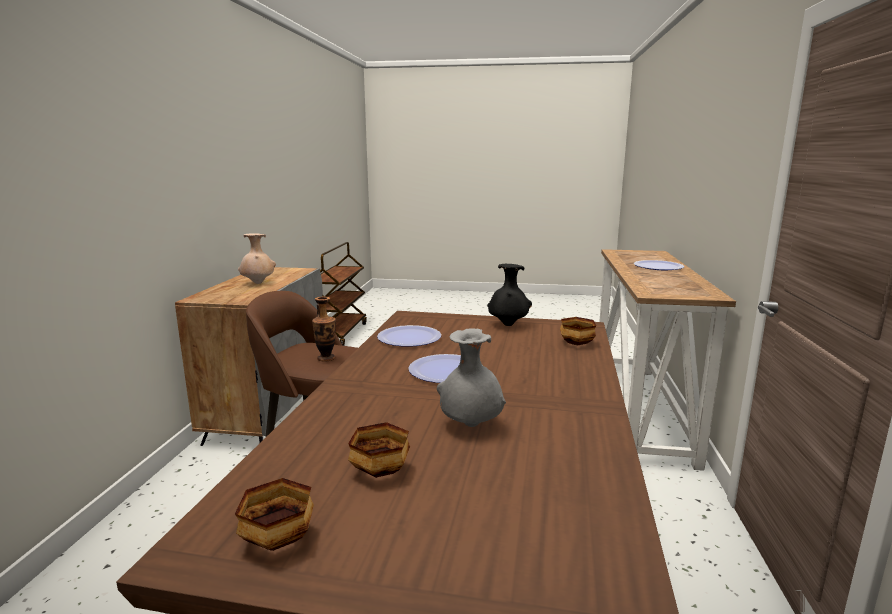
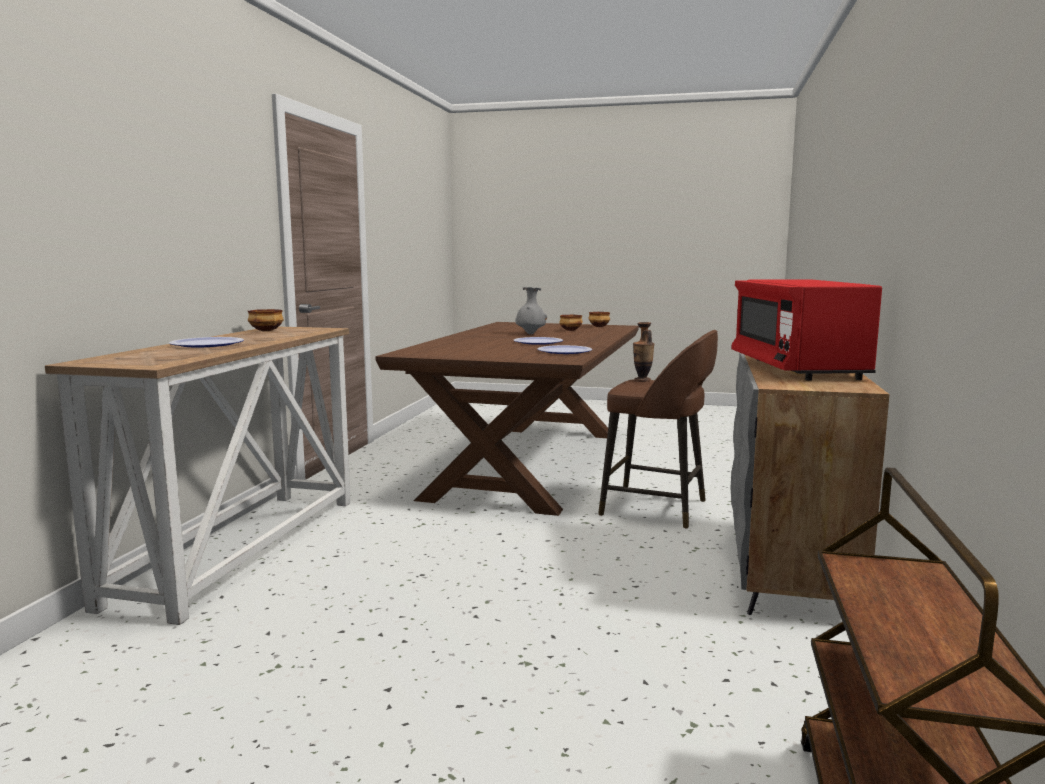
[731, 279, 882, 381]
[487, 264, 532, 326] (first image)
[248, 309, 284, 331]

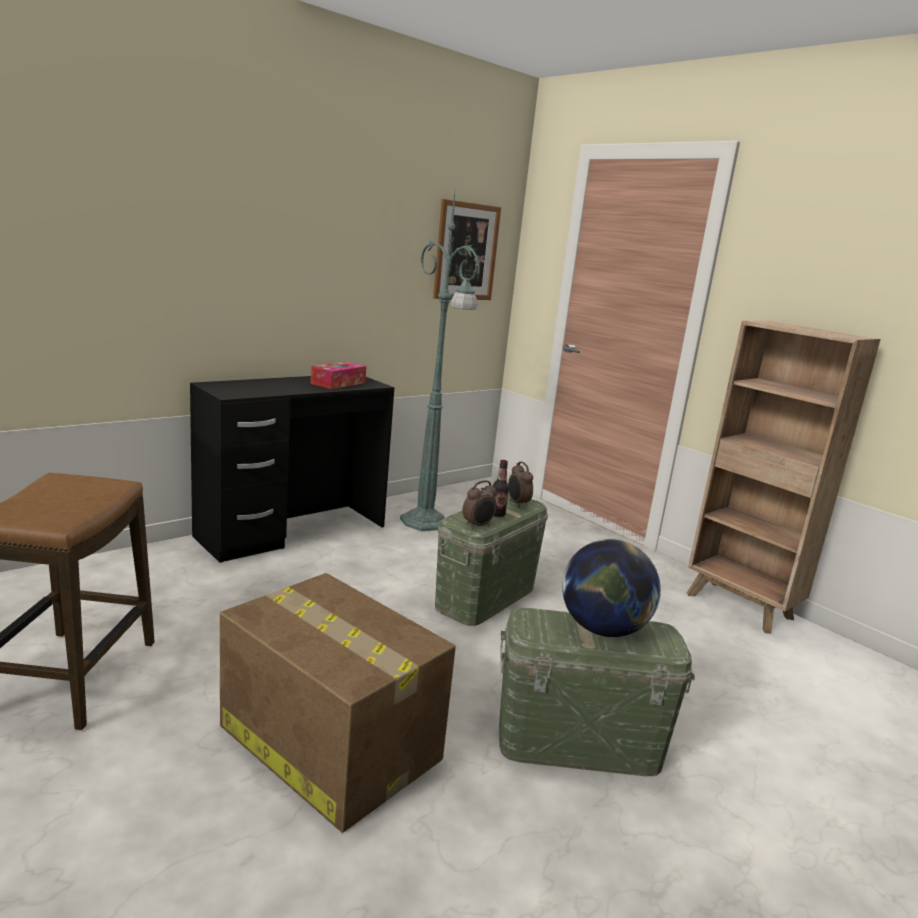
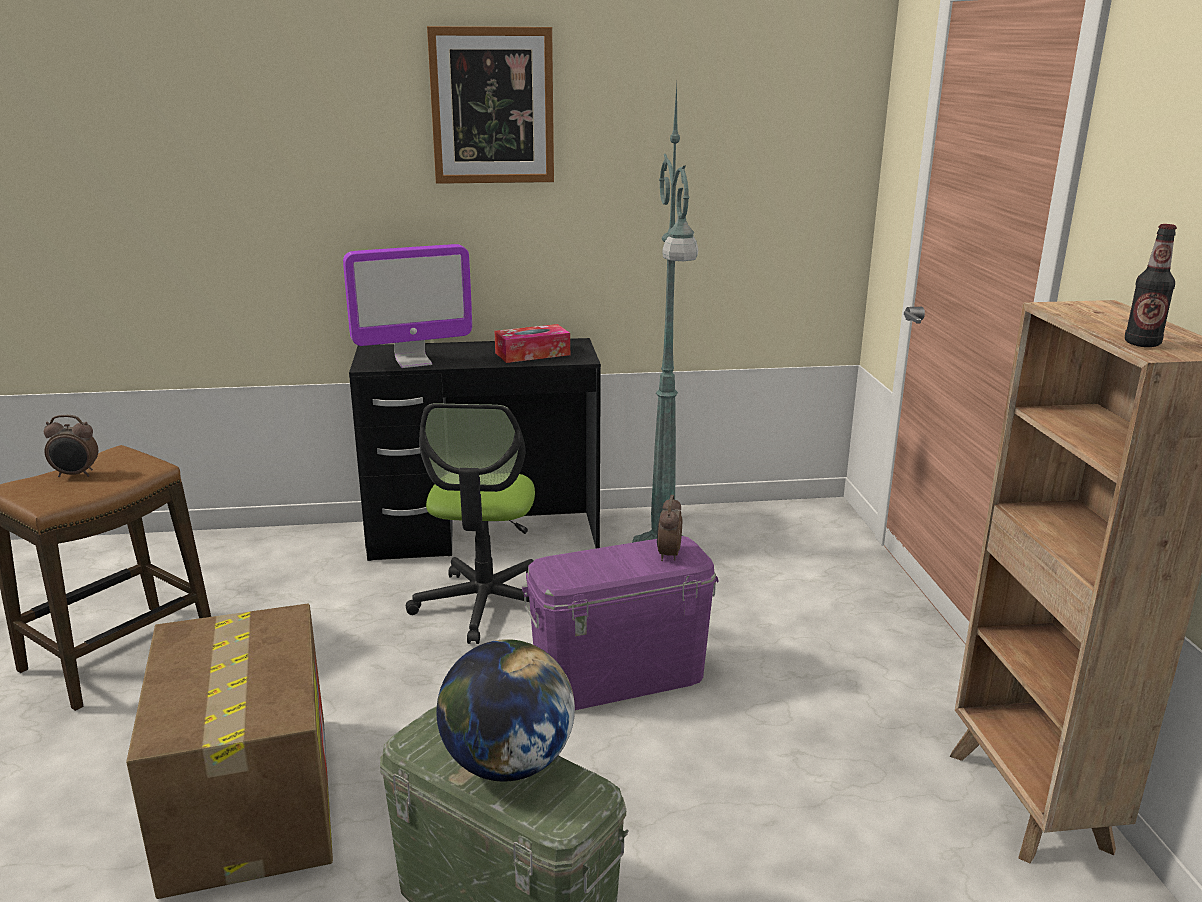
[427, 26, 554, 184]
[522, 536, 718, 710]
[44, 415, 98, 477]
[1125, 224, 1177, 347]
[343, 244, 472, 368]
[406, 404, 535, 644]

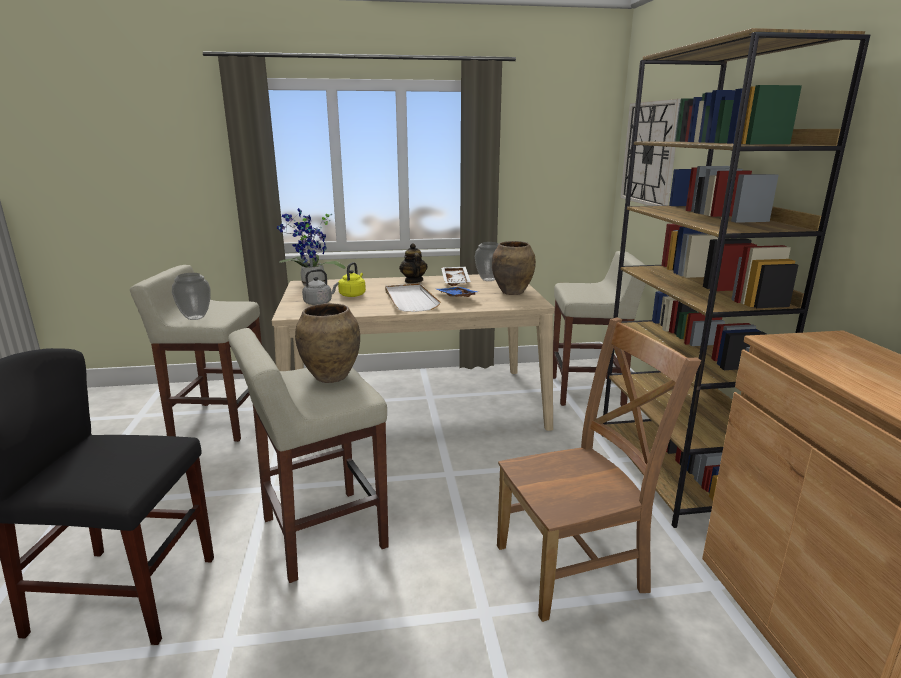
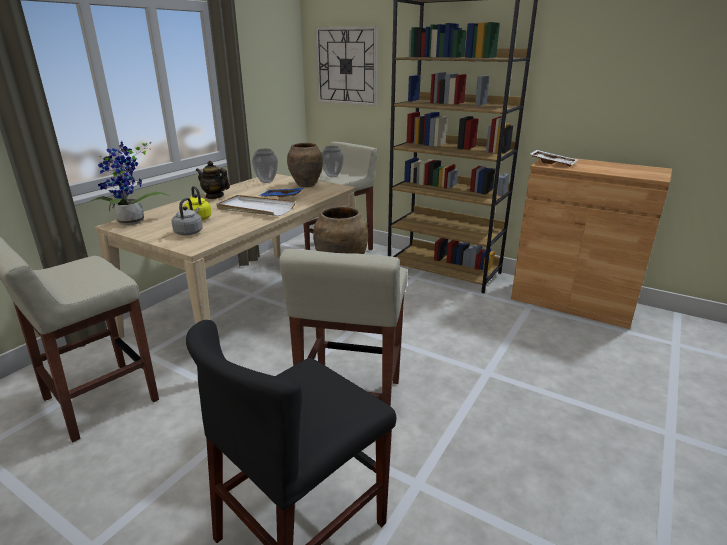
[322, 146, 344, 177]
[530, 150, 578, 167]
[497, 318, 701, 622] (first image)

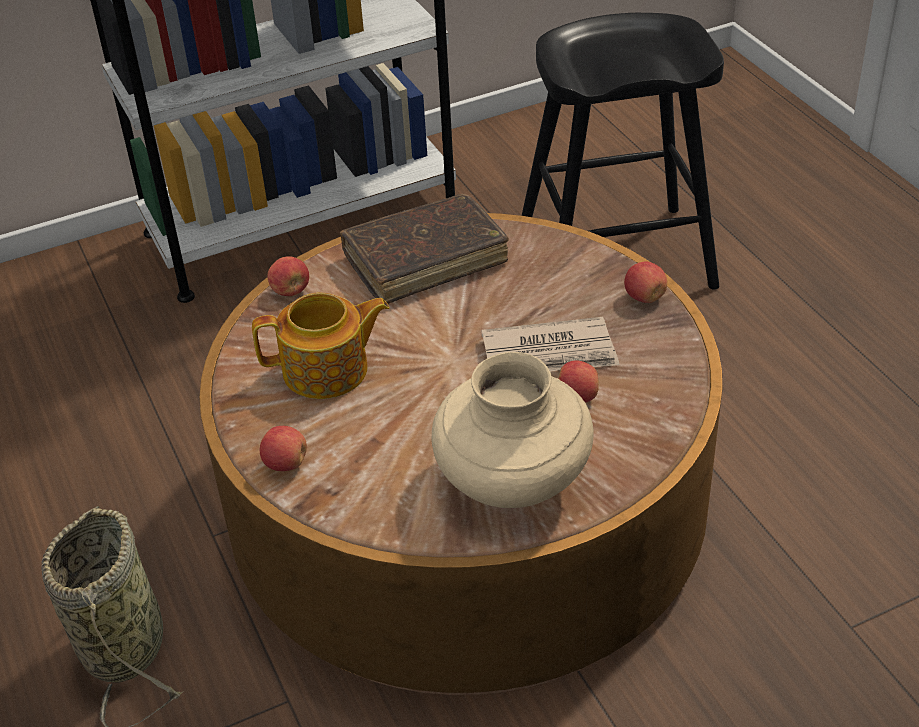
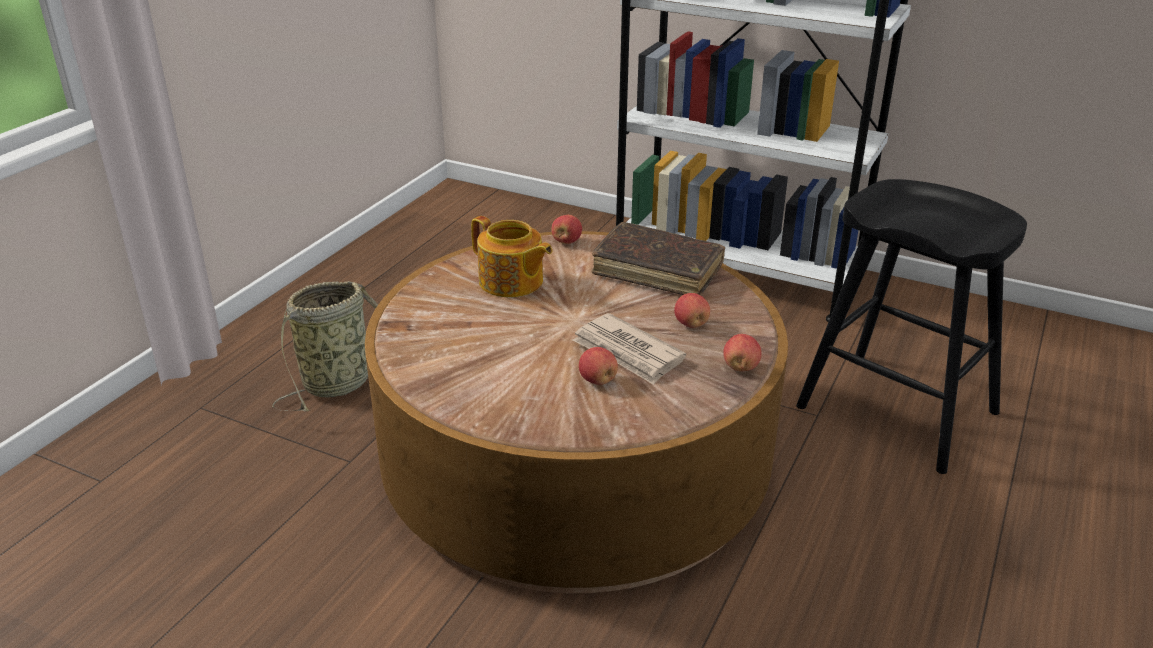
[674, 293, 710, 328]
[432, 352, 594, 508] (first image)

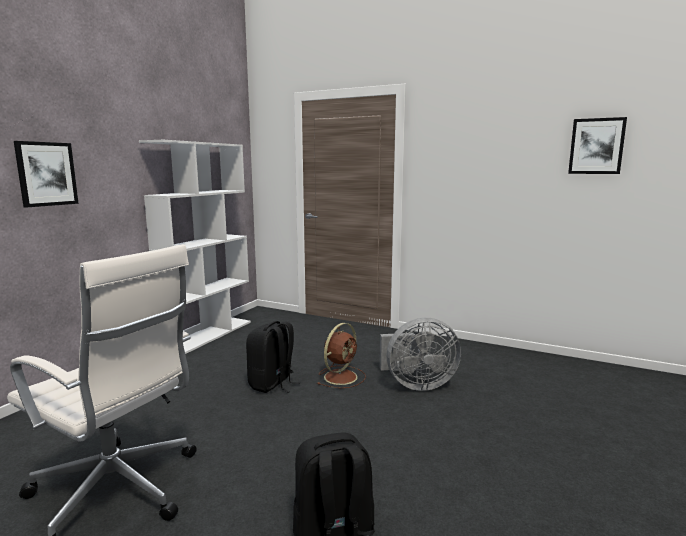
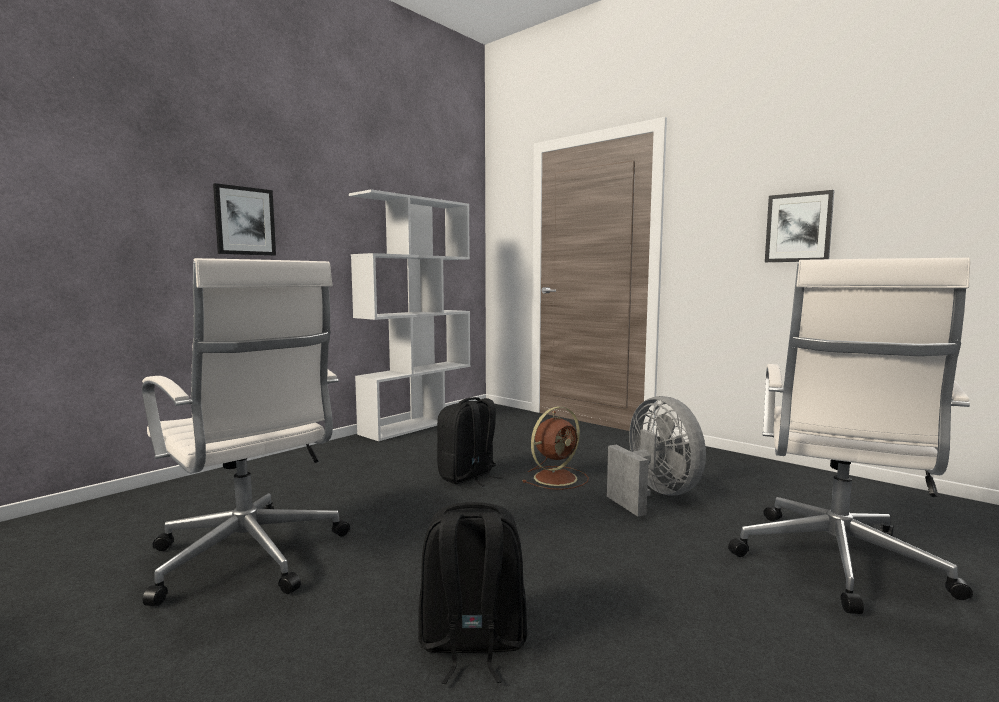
[607, 396, 706, 516]
[765, 190, 835, 262]
[728, 258, 973, 614]

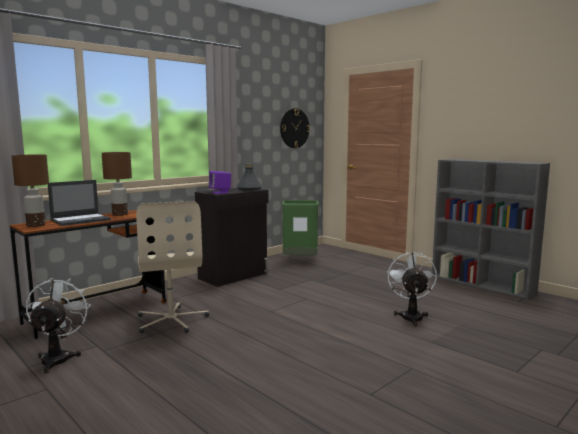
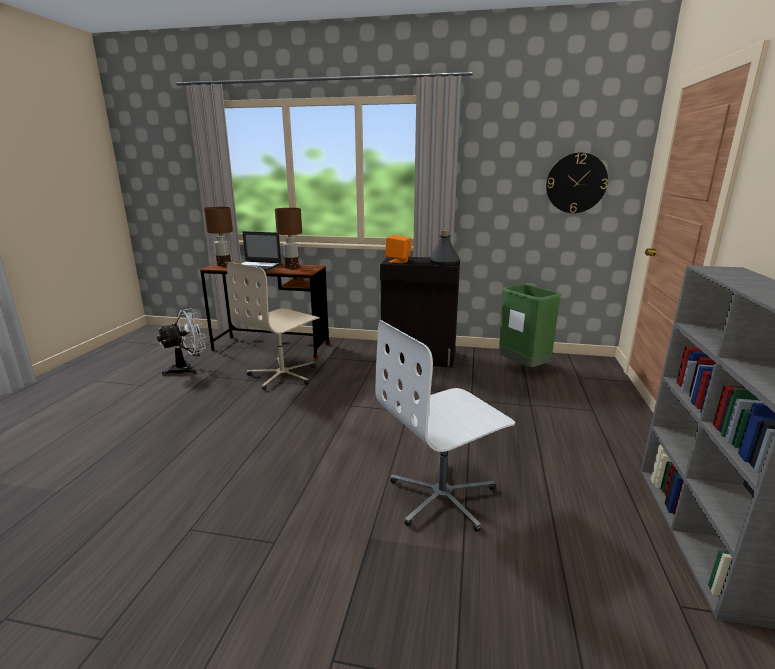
[385, 235, 412, 263]
[375, 320, 515, 532]

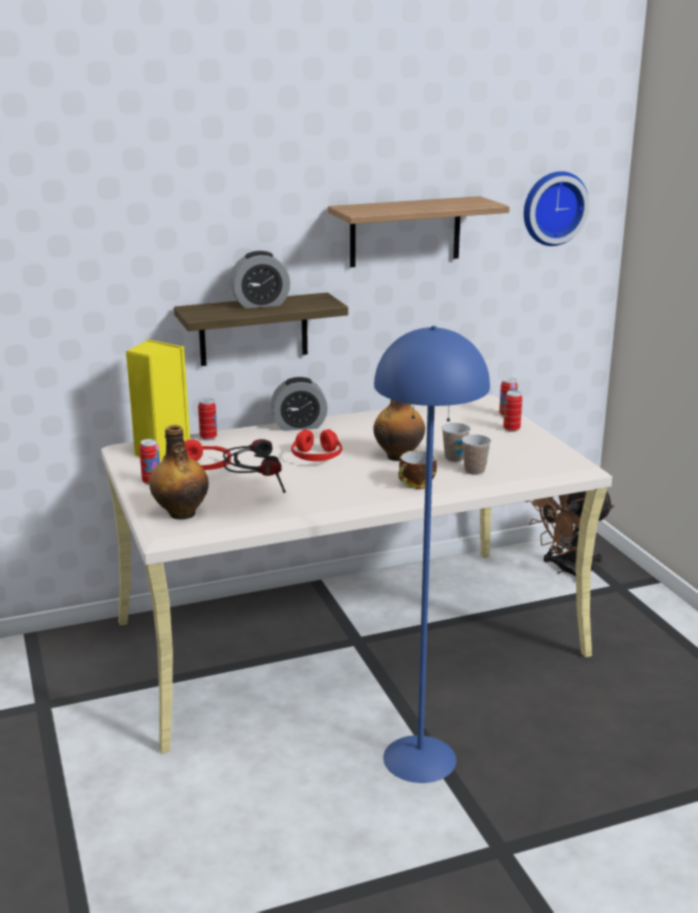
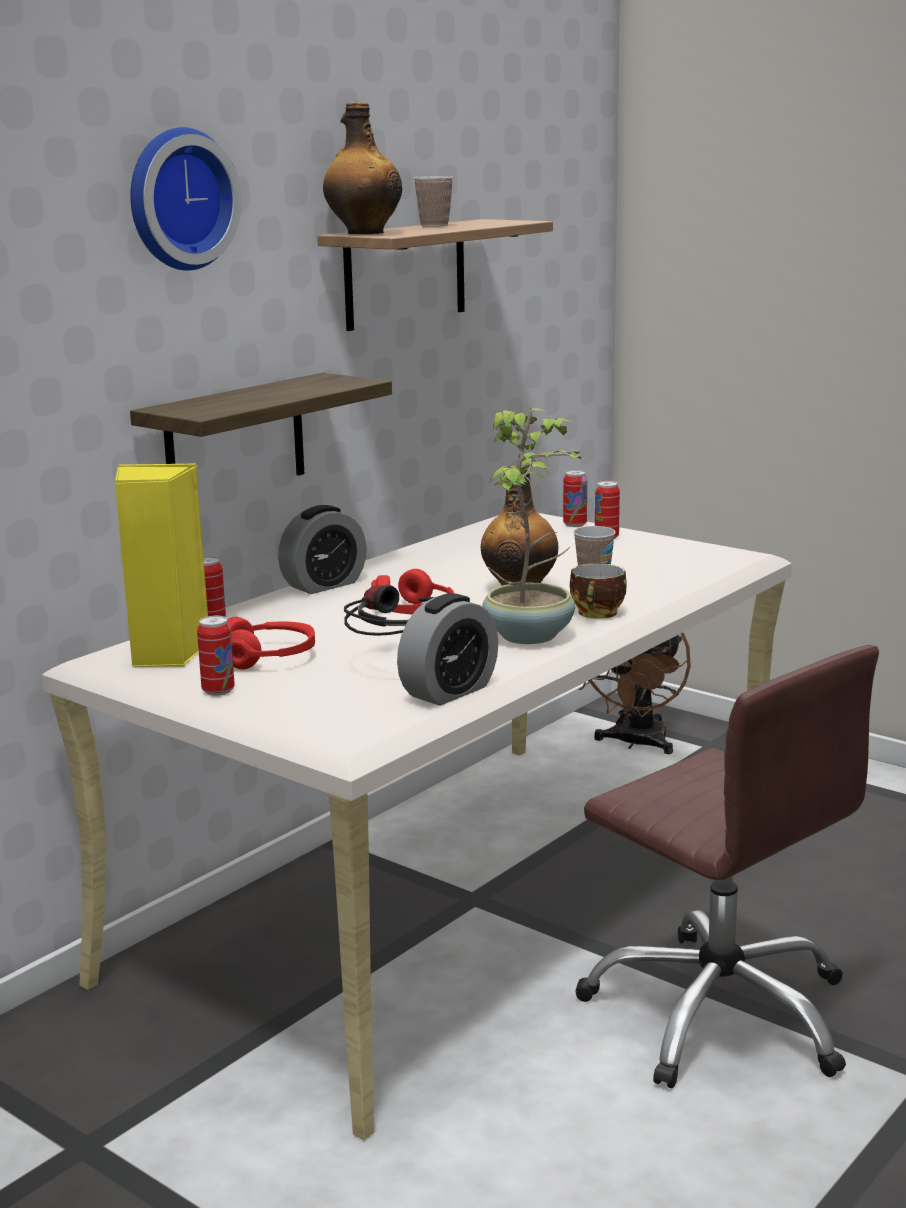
[323, 102, 402, 234]
[397, 593, 498, 706]
[575, 645, 879, 1088]
[413, 176, 454, 227]
[130, 127, 242, 271]
[482, 408, 586, 644]

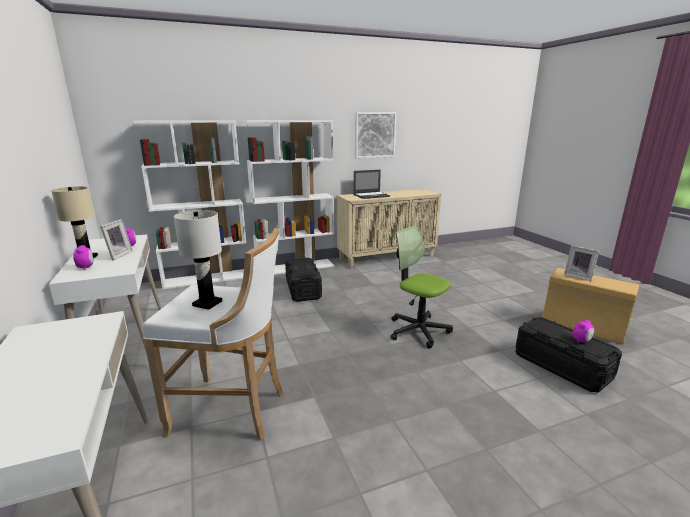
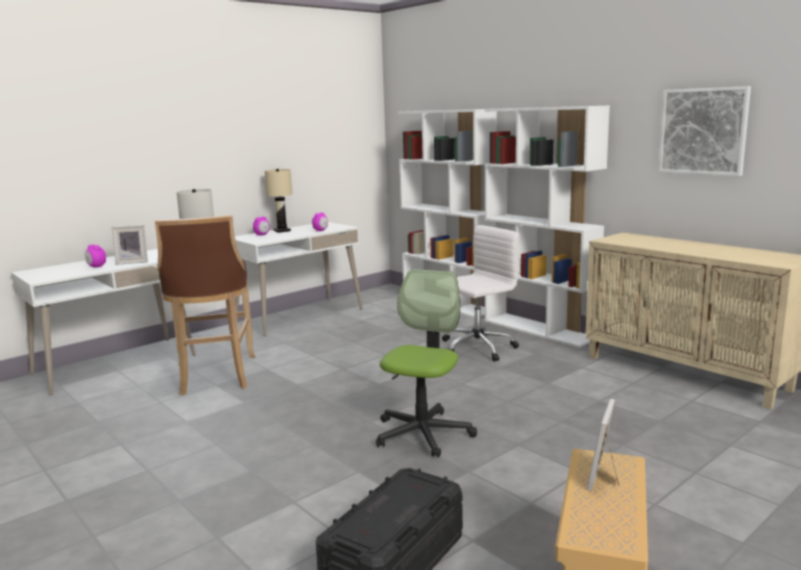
[112, 225, 148, 265]
[155, 215, 255, 395]
[442, 225, 519, 362]
[354, 170, 390, 199] (first image)
[85, 245, 106, 267]

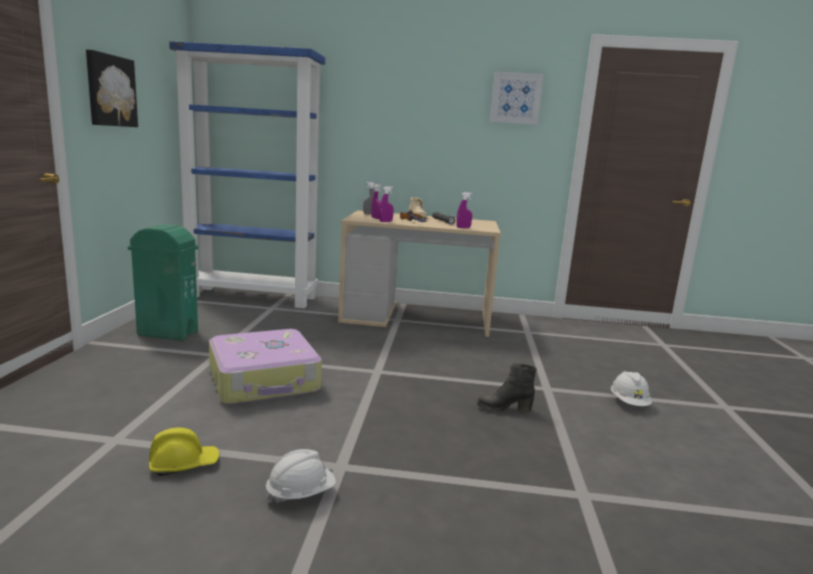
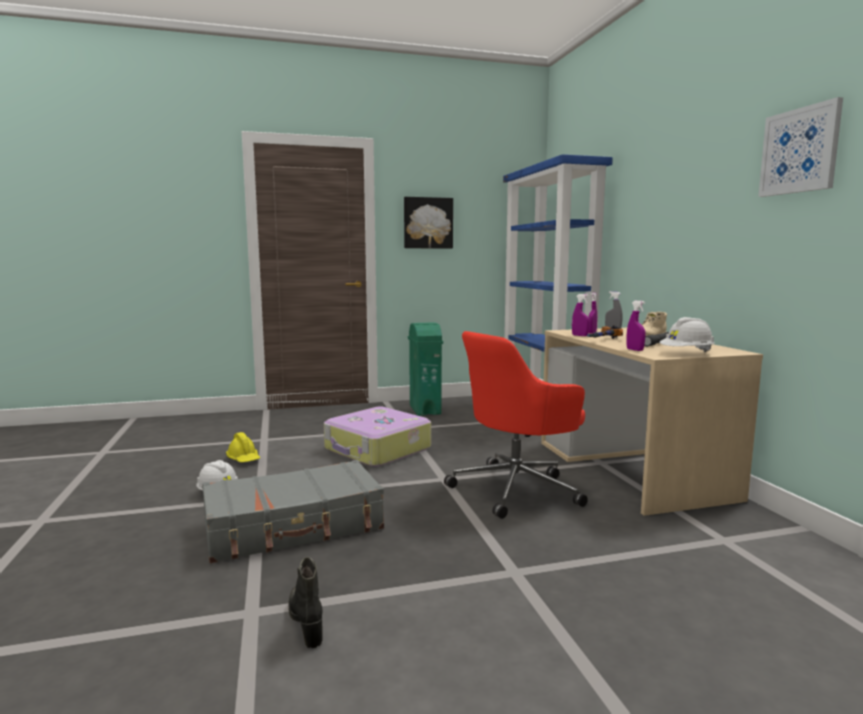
[289, 557, 323, 648]
[659, 317, 715, 352]
[202, 460, 384, 563]
[444, 331, 588, 519]

